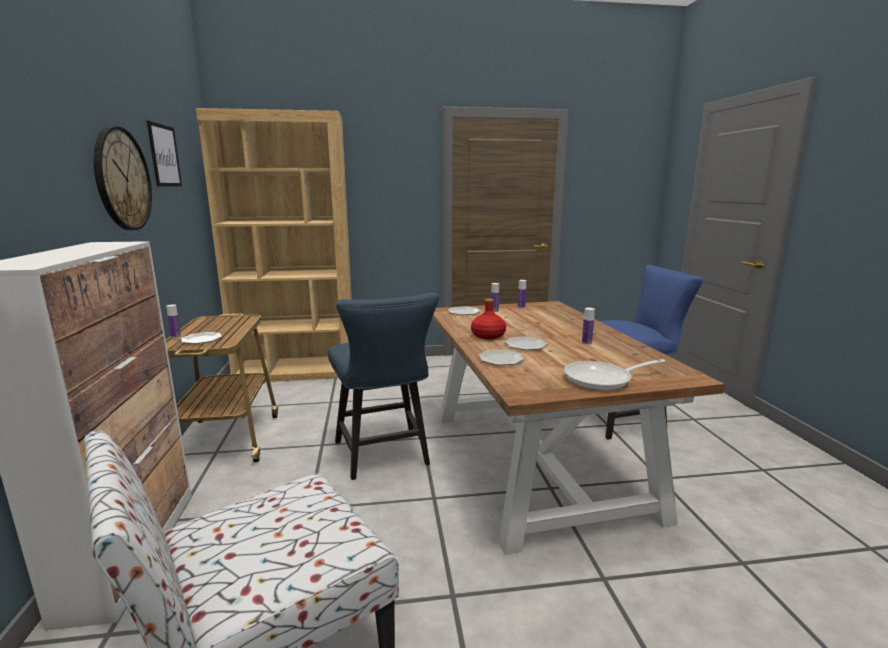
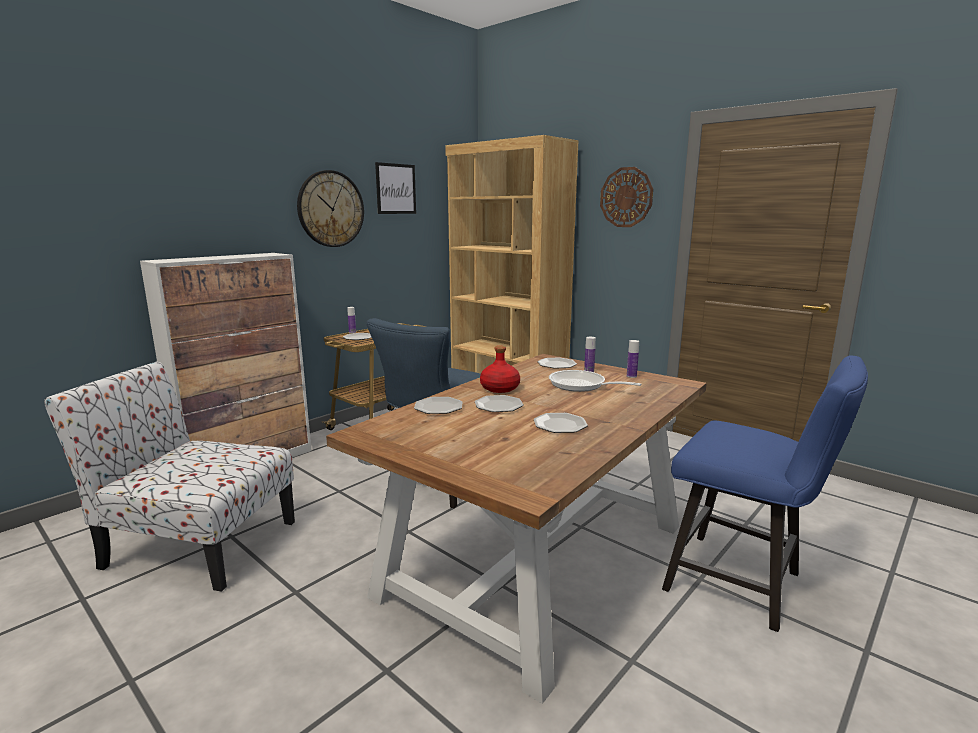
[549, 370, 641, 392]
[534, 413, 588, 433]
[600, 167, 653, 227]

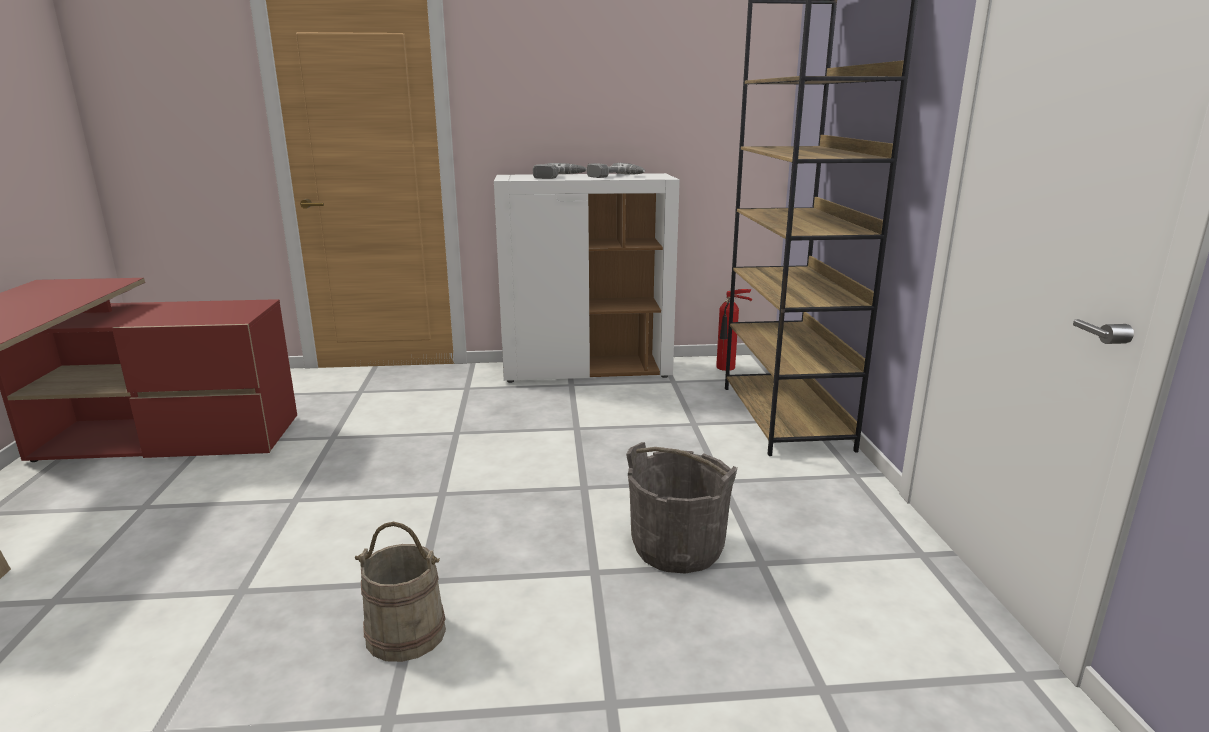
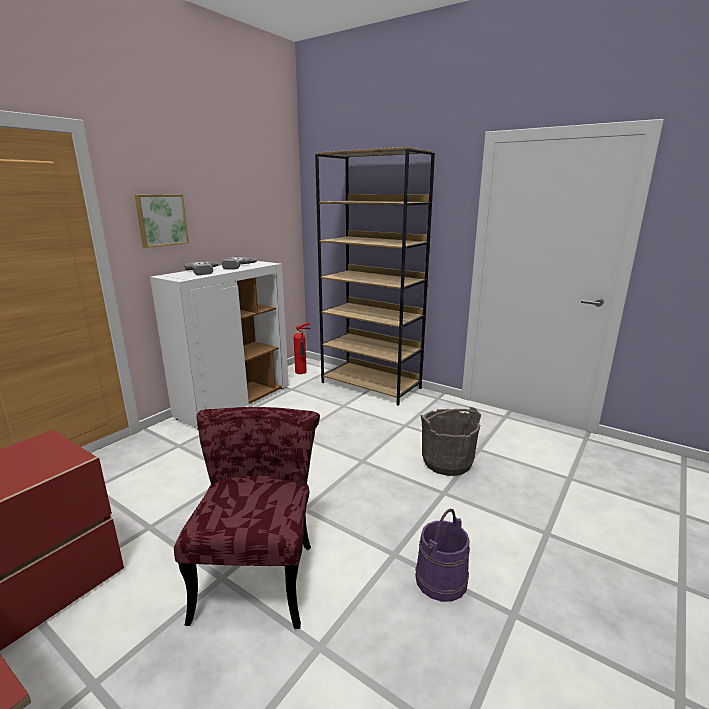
[415, 509, 470, 602]
[135, 194, 189, 248]
[174, 407, 320, 629]

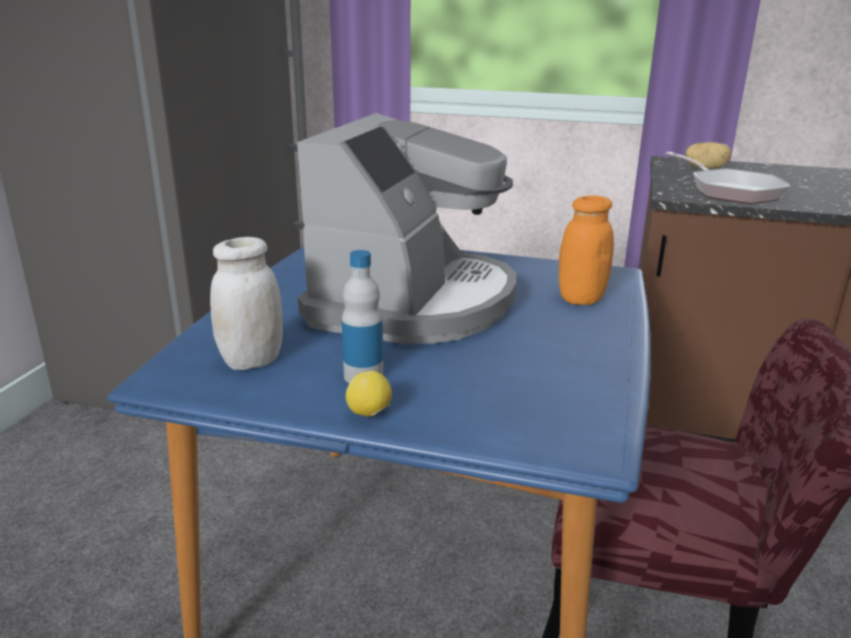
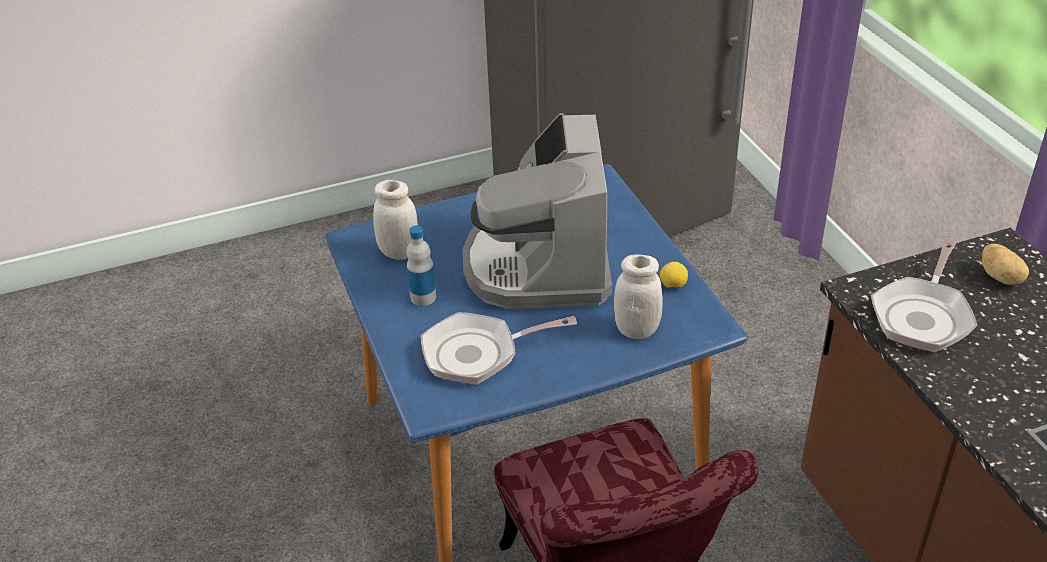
[463, 113, 612, 309]
[660, 262, 688, 287]
[614, 254, 663, 339]
[421, 312, 577, 385]

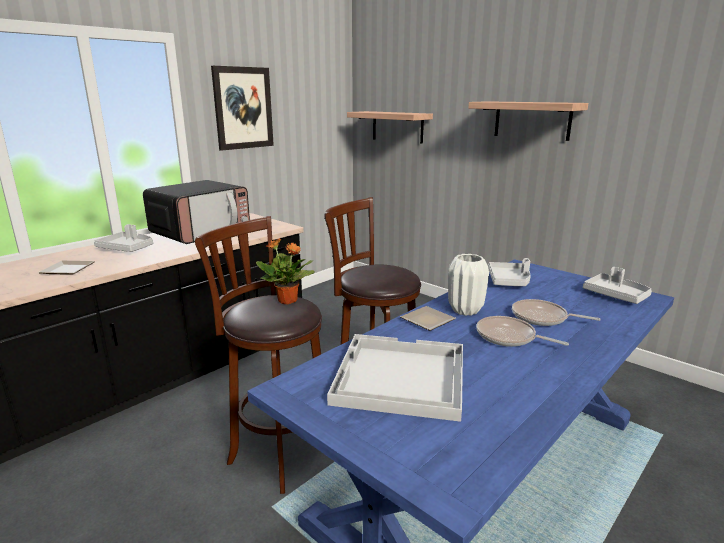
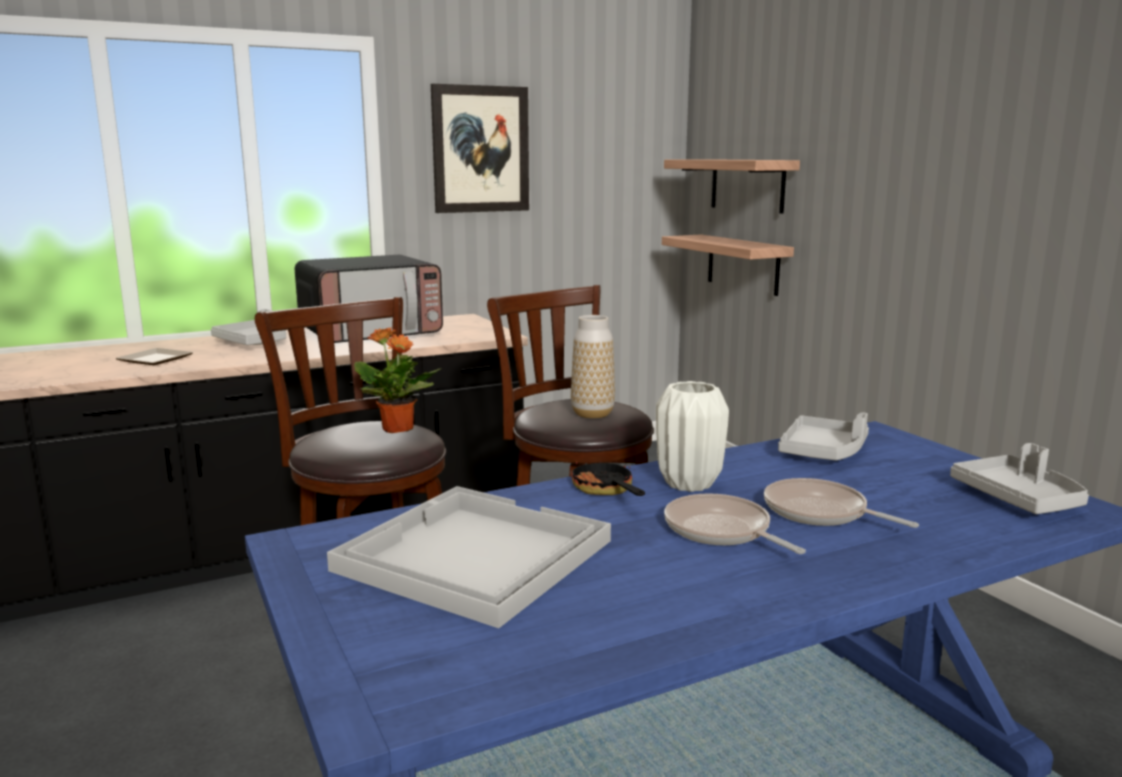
[569, 459, 645, 496]
[662, 235, 794, 296]
[571, 315, 615, 419]

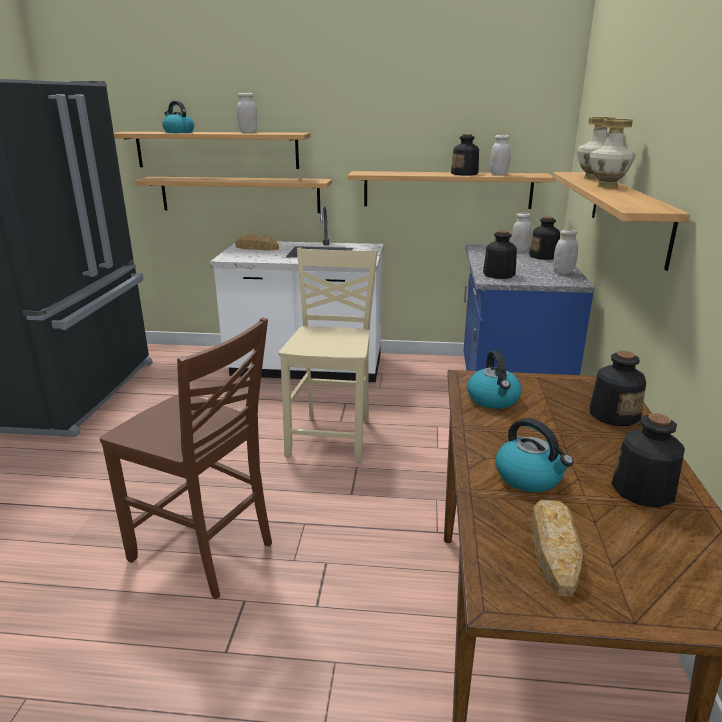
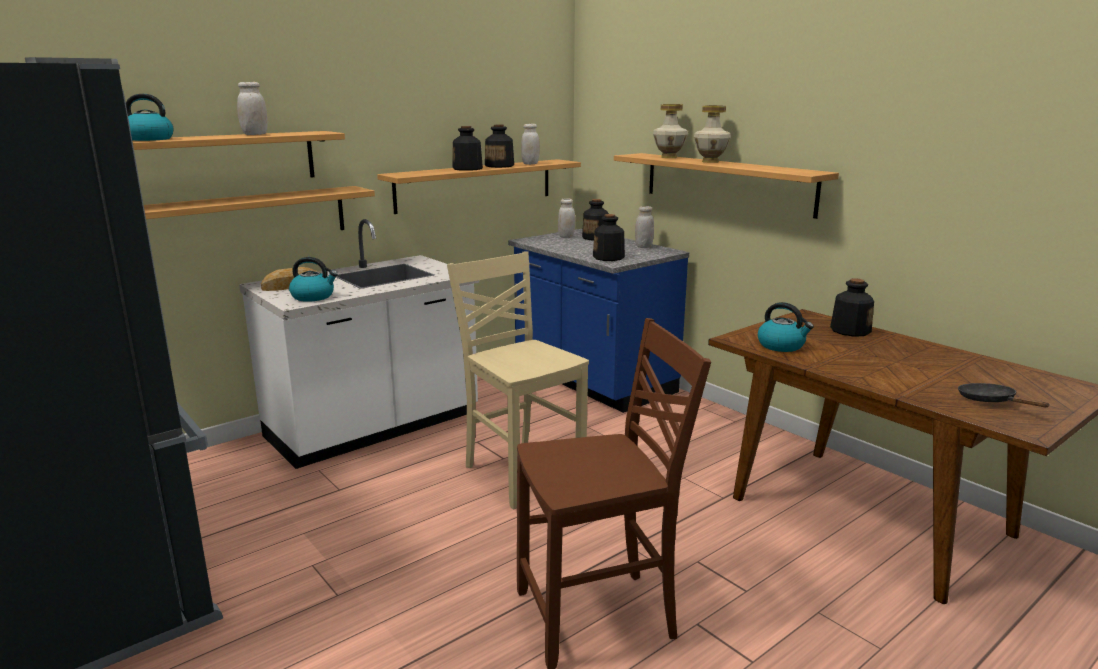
[289, 257, 338, 302]
[958, 383, 1050, 407]
[452, 126, 483, 171]

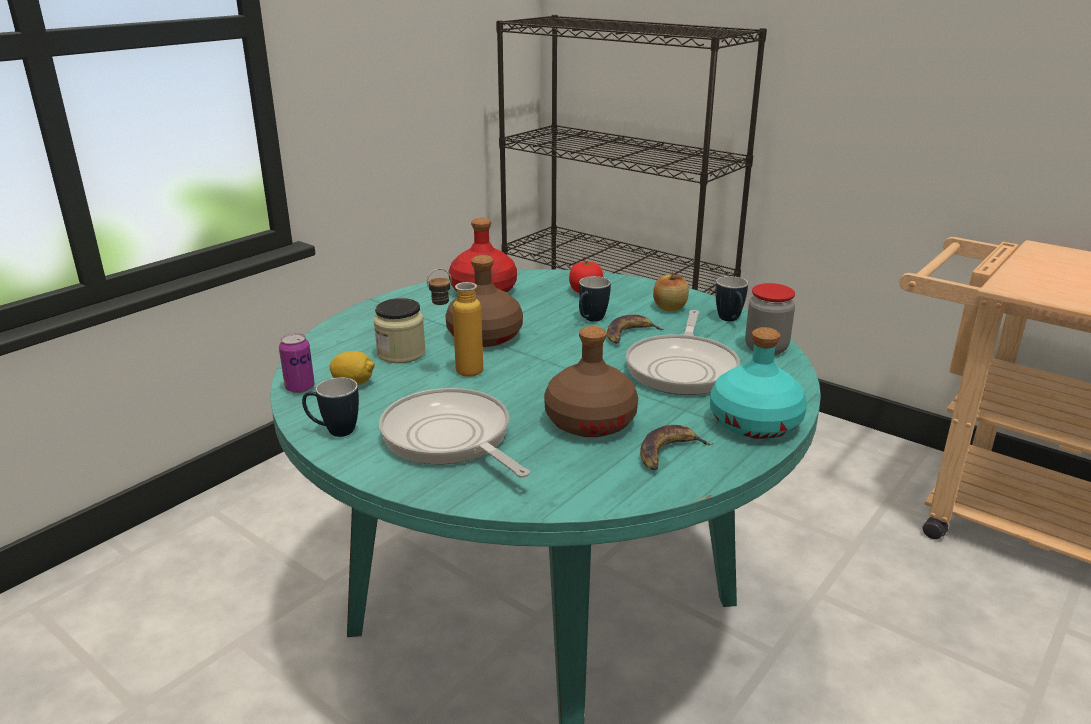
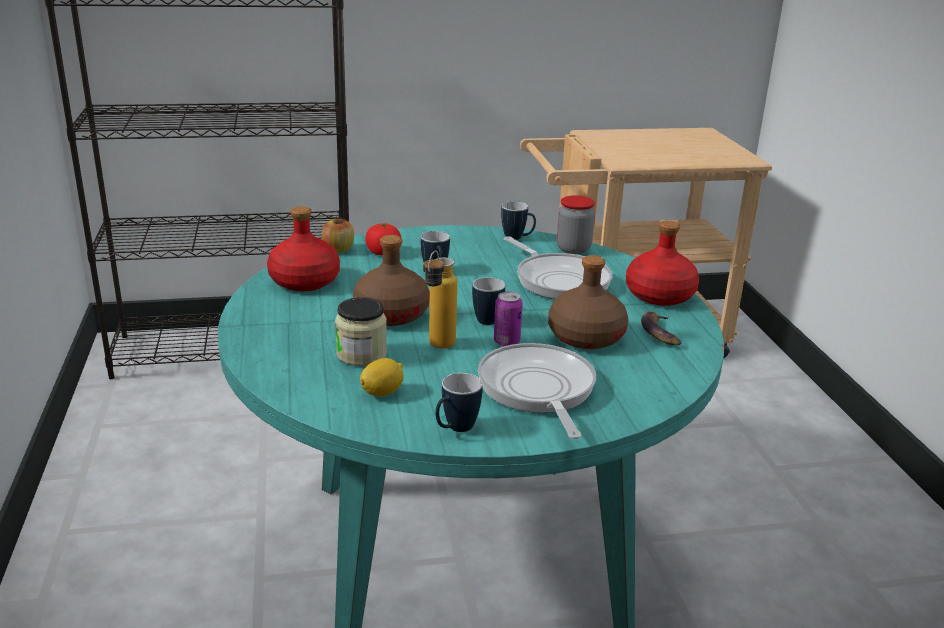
[494, 291, 523, 346]
[478, 343, 596, 439]
[607, 315, 664, 344] (first image)
[322, 216, 354, 253]
[626, 220, 699, 306]
[472, 277, 505, 325]

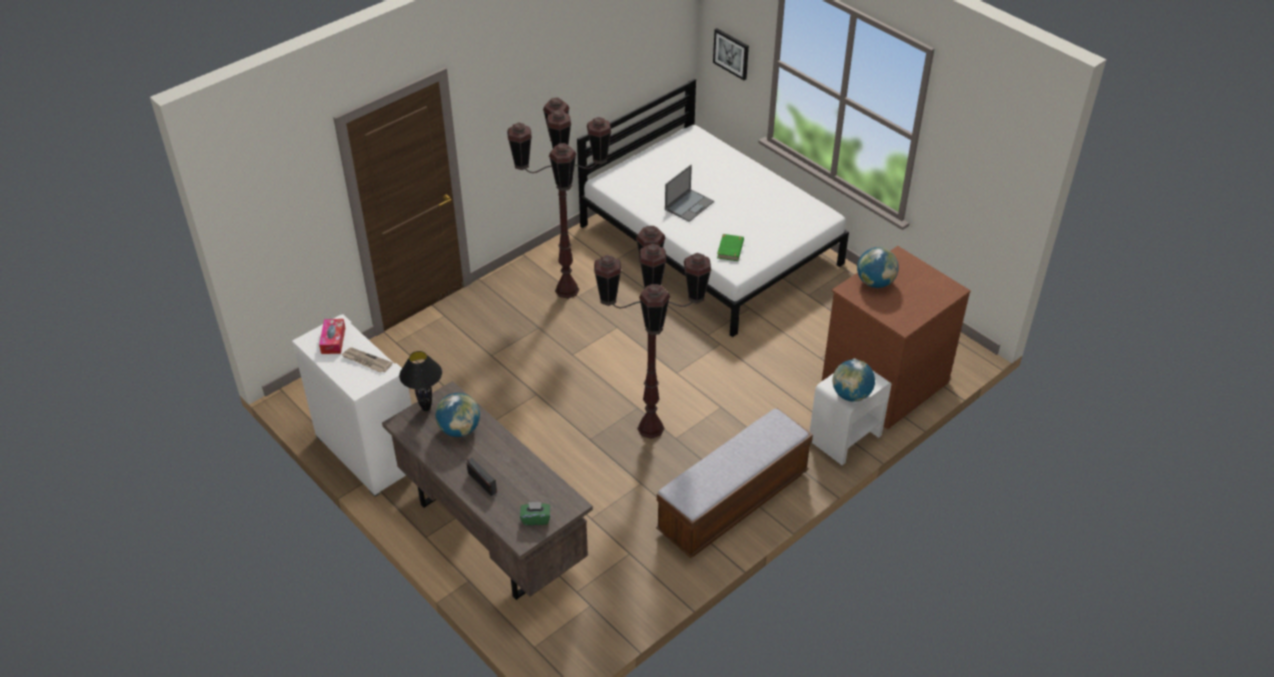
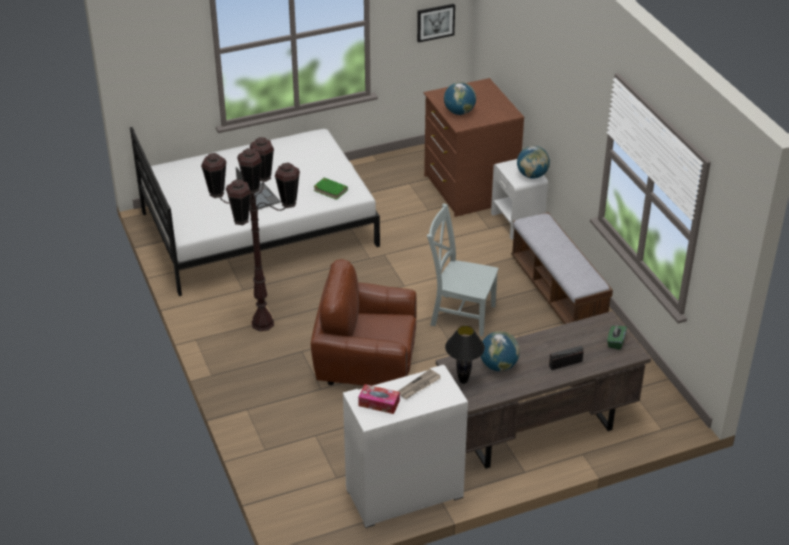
[427, 203, 499, 336]
[417, 4, 455, 43]
[311, 259, 417, 386]

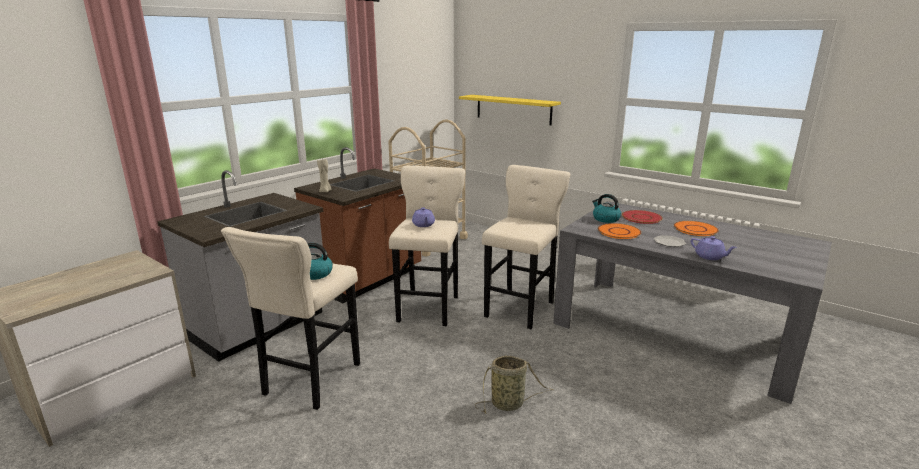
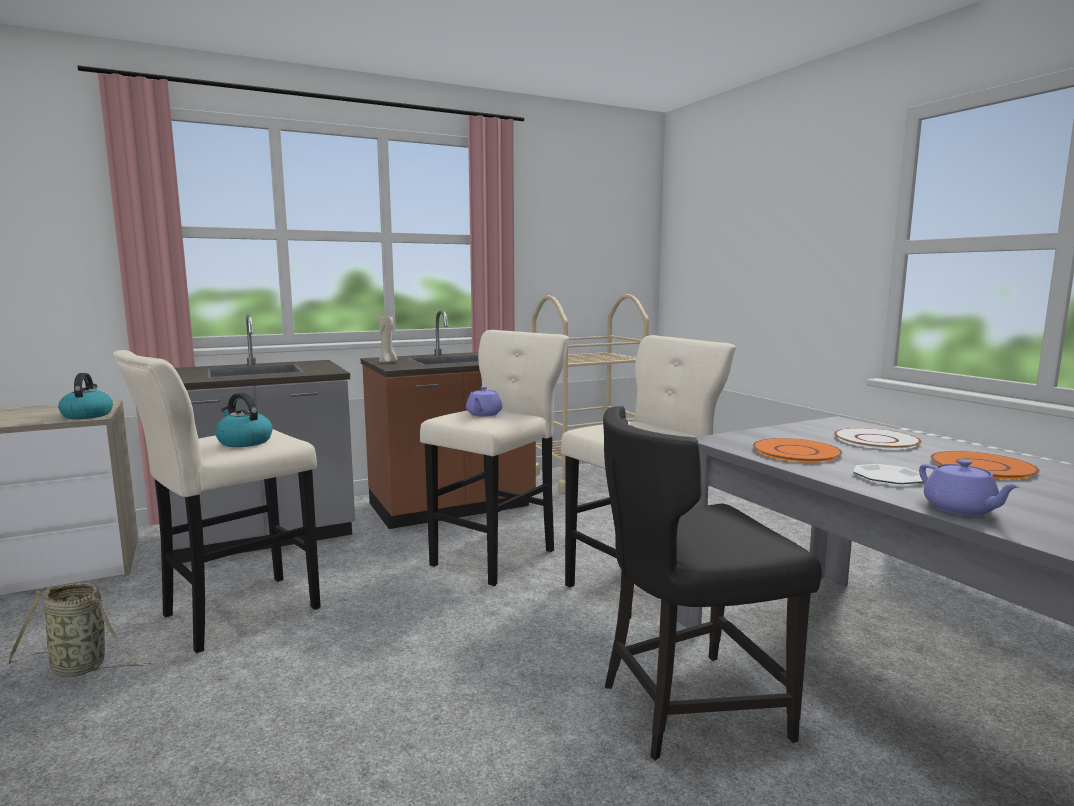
[459, 95, 561, 125] (first image)
[6, 582, 151, 677]
[58, 373, 113, 419]
[834, 428, 921, 450]
[603, 406, 822, 761]

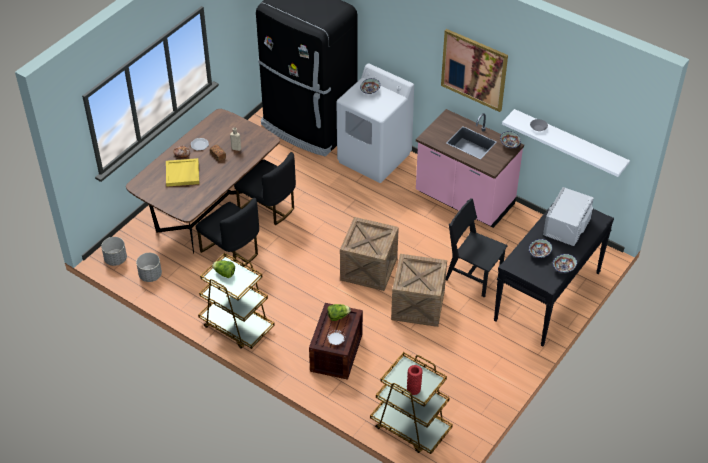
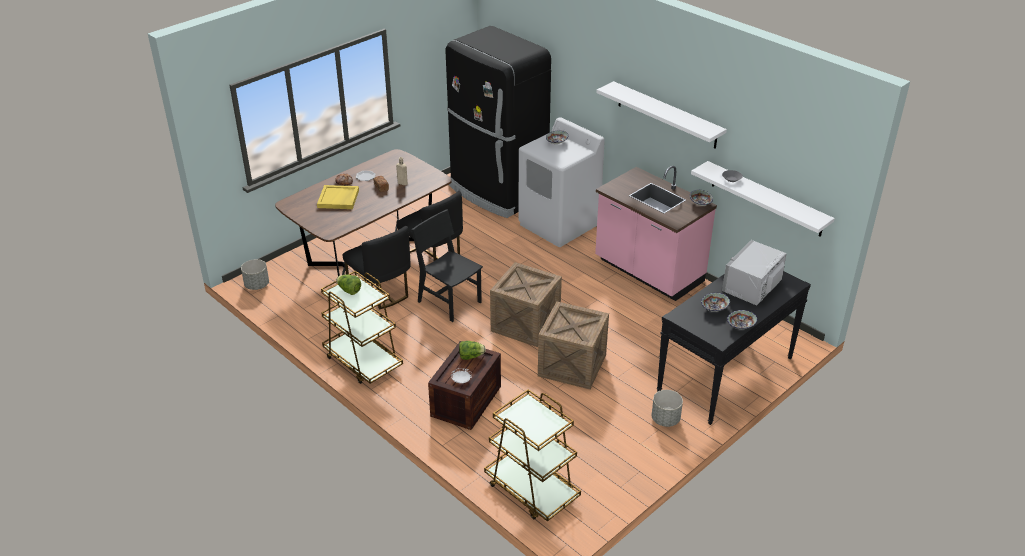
[652, 390, 683, 427]
[407, 365, 423, 395] (first image)
[596, 81, 727, 149]
[412, 209, 483, 322]

